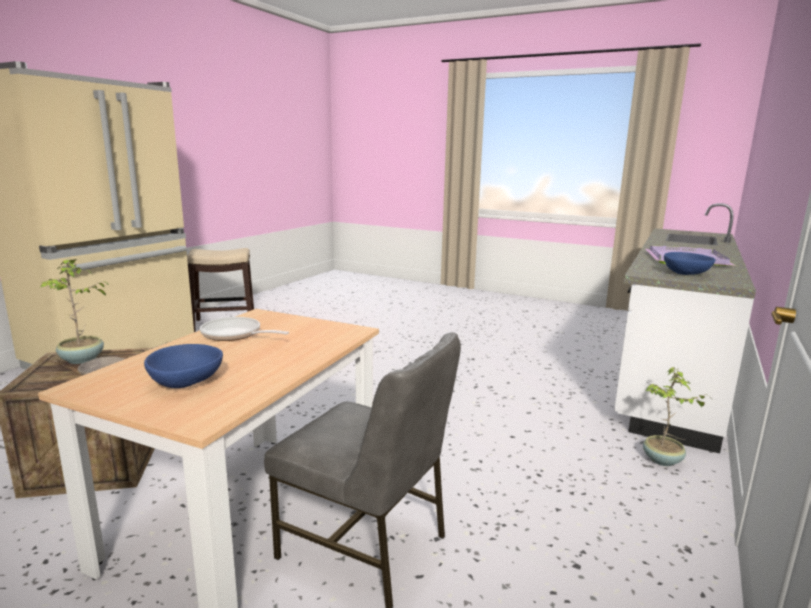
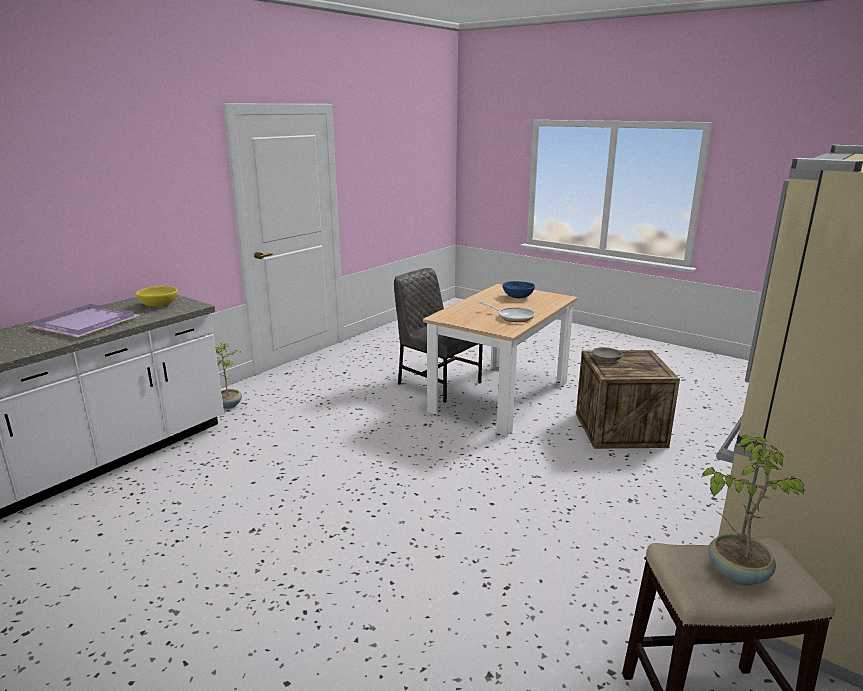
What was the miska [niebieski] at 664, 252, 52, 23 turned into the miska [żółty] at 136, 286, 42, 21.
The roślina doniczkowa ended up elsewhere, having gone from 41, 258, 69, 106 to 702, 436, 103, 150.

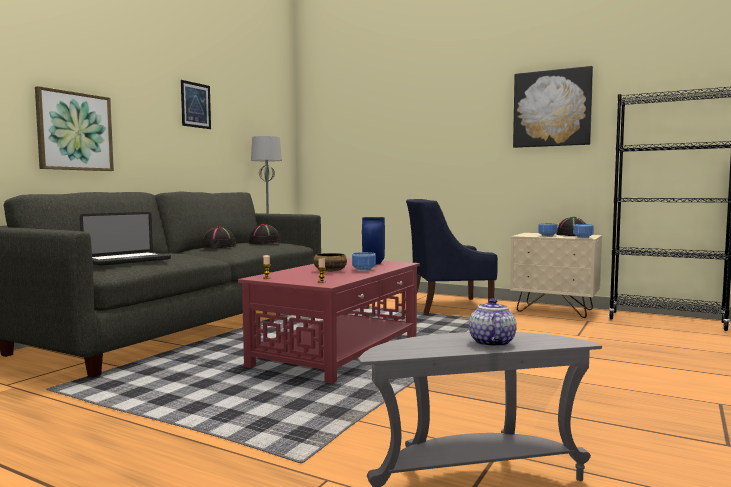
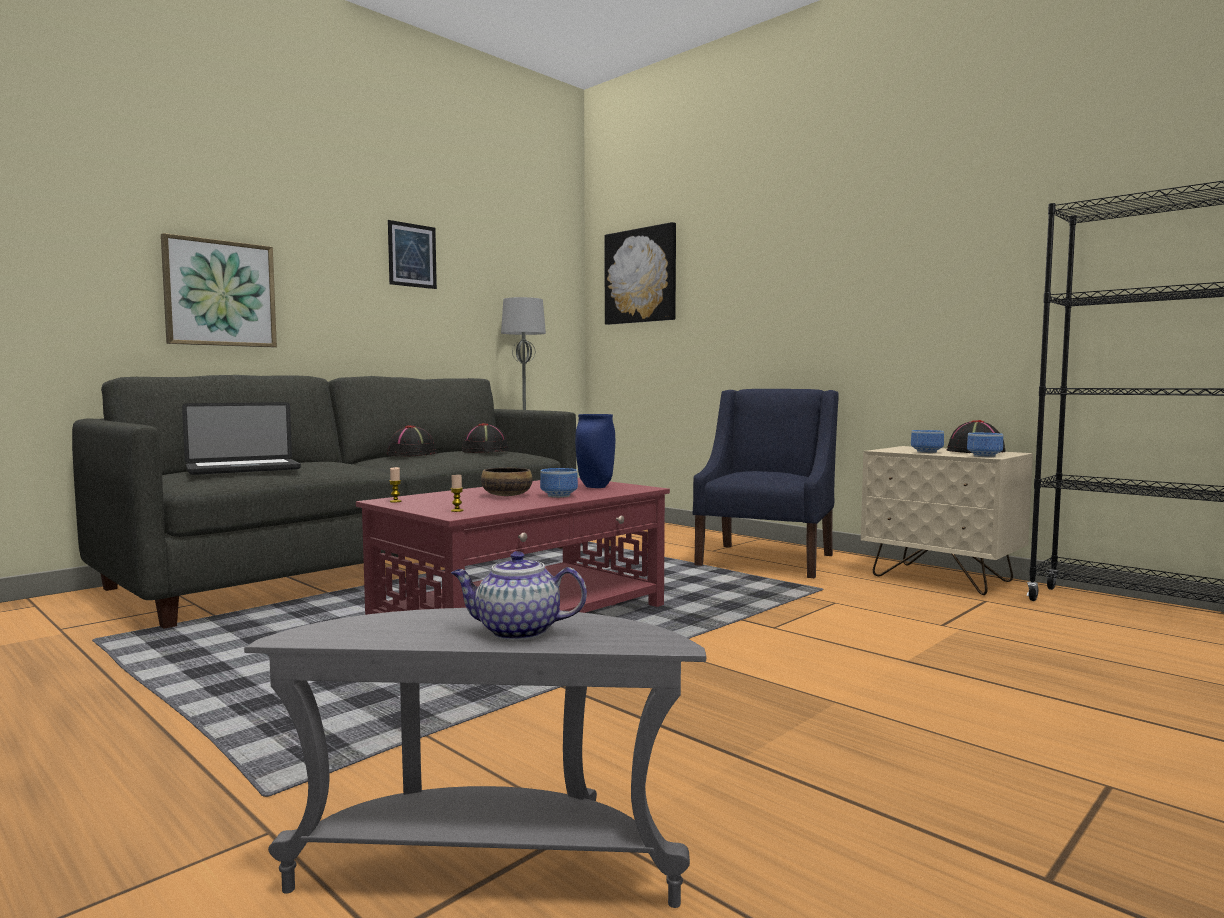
The imbryk at 469, 298, 48, 49 ended up facing another way, 105 degrees counterclockwise from before.
The obraz ended up elsewhere, having gone from 513, 66, 80, 82 to 605, 222, 71, 103.
The fotel [niebieski] at 406, 199, 92, 115 ended up facing another way, 105 degrees clockwise from before.

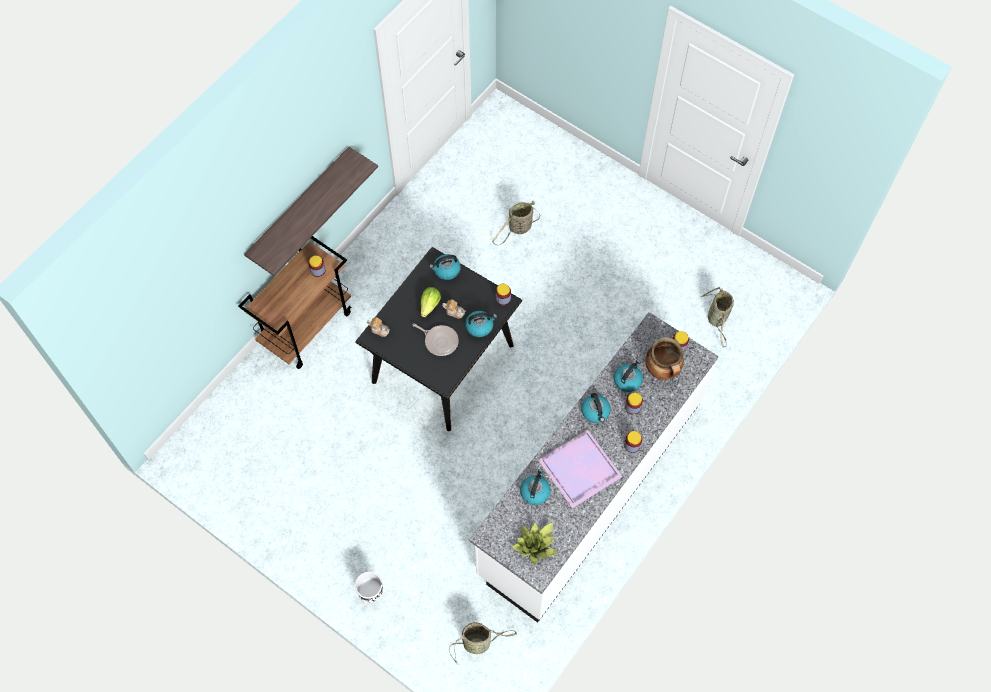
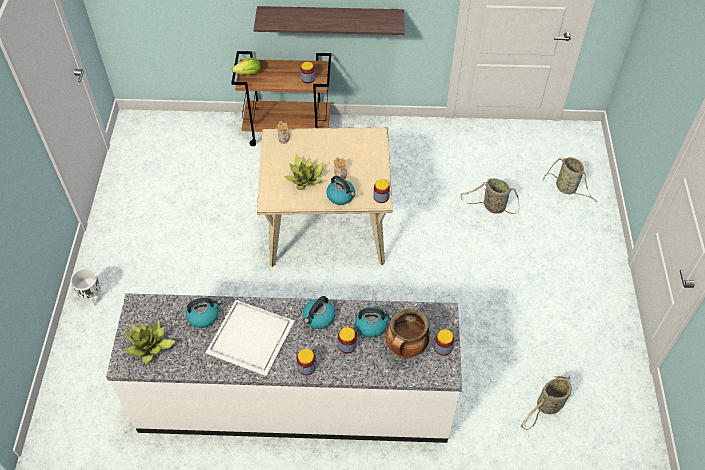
What was the taca [fioletowy] at 538, 429, 84, 79 turned into the taca [biały] at 206, 300, 89, 76.
The sałata ended up elsewhere, having gone from 420, 287, 21, 30 to 232, 58, 29, 17.
What was the stół jadalny [czarny] at 355, 247, 167, 184 turned into the stół jadalny [beżowy] at 257, 127, 136, 140.
Where the patelnia stood at 413, 323, 46, 33, the roślina doniczkowa came to stand at 284, 154, 40, 36.
The koszyk ended up elsewhere, having gone from 449, 622, 68, 42 to 543, 157, 54, 45.
The second view lost the czajnik at 429, 254, 32, 26.

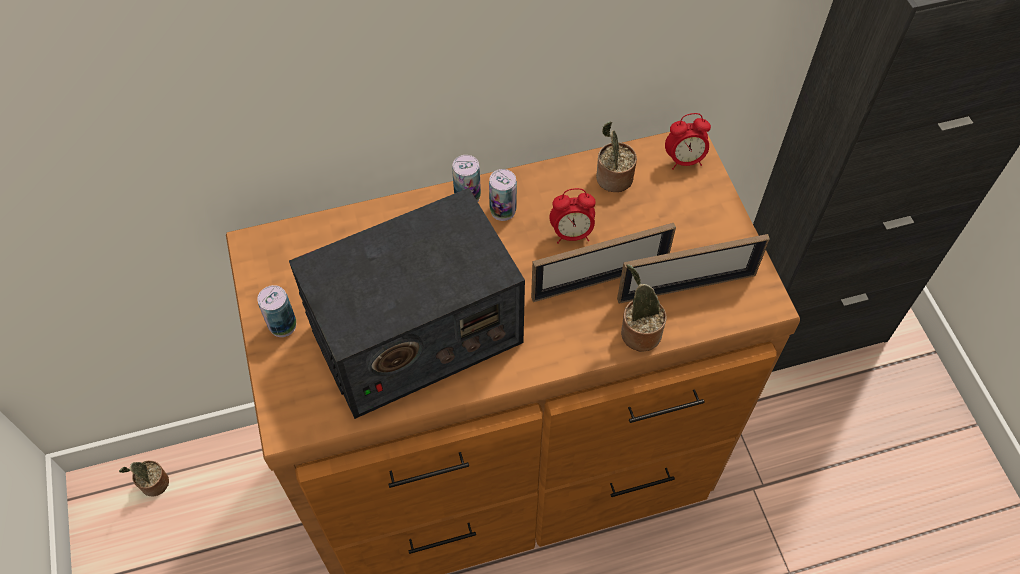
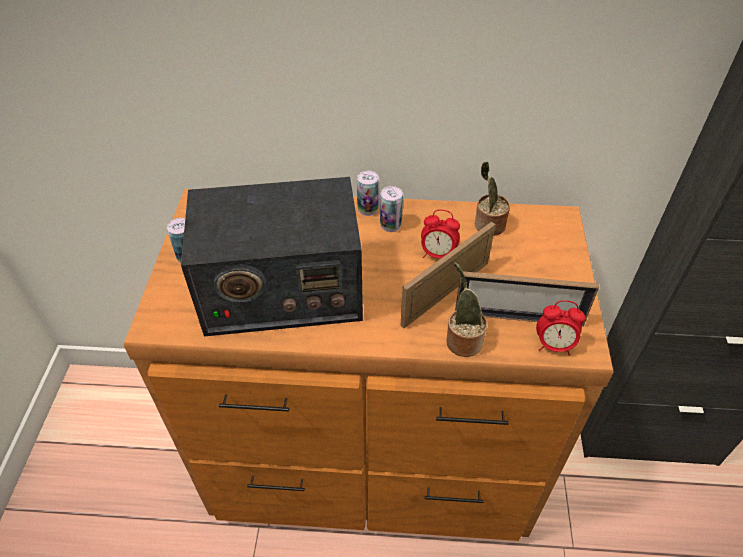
The ramka na zdjęcie at 531, 223, 145, 79 ended up facing another way, 135 degrees clockwise from before.
The budzik ended up elsewhere, having gone from 665, 113, 46, 57 to 536, 300, 49, 56.
The second view lost the roślina doniczkowa at 119, 460, 50, 37.

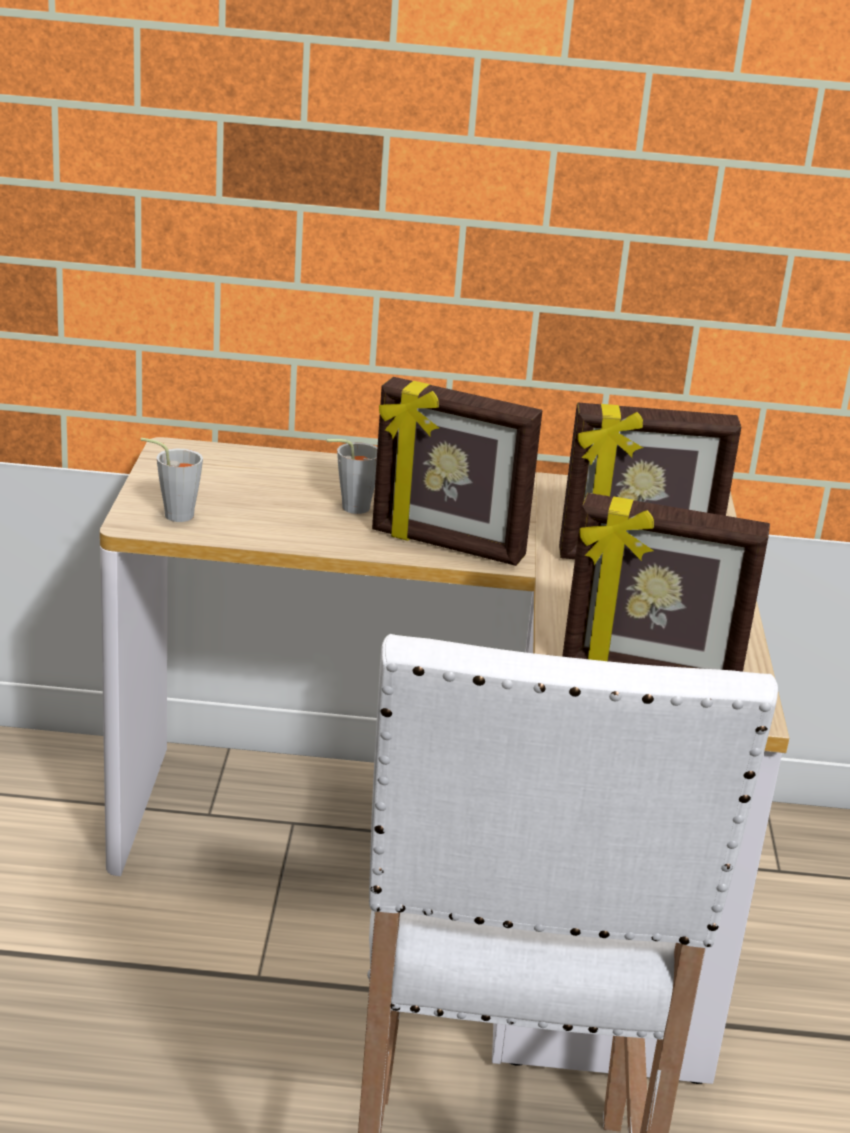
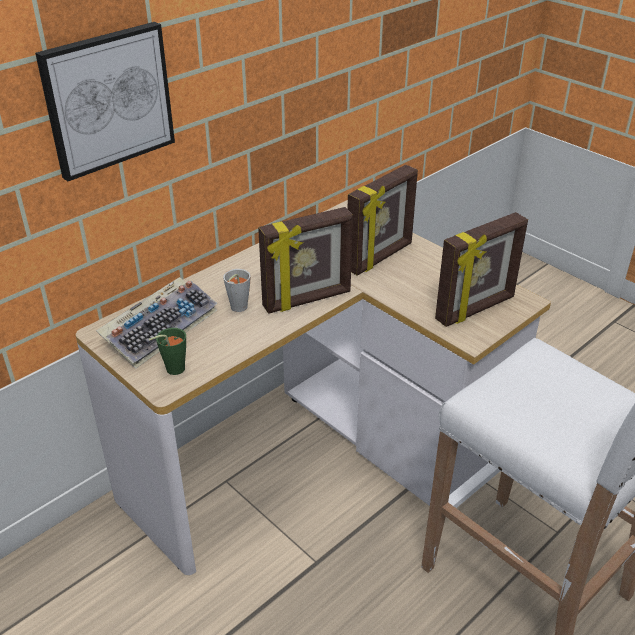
The second view gained the obraz at 35, 22, 140, 159.
The second view gained the klawiatura at 96, 277, 121, 91.
What was the filiżanka [szary] at 141, 438, 62, 84 turned into the filiżanka [zielony] at 149, 328, 37, 47.

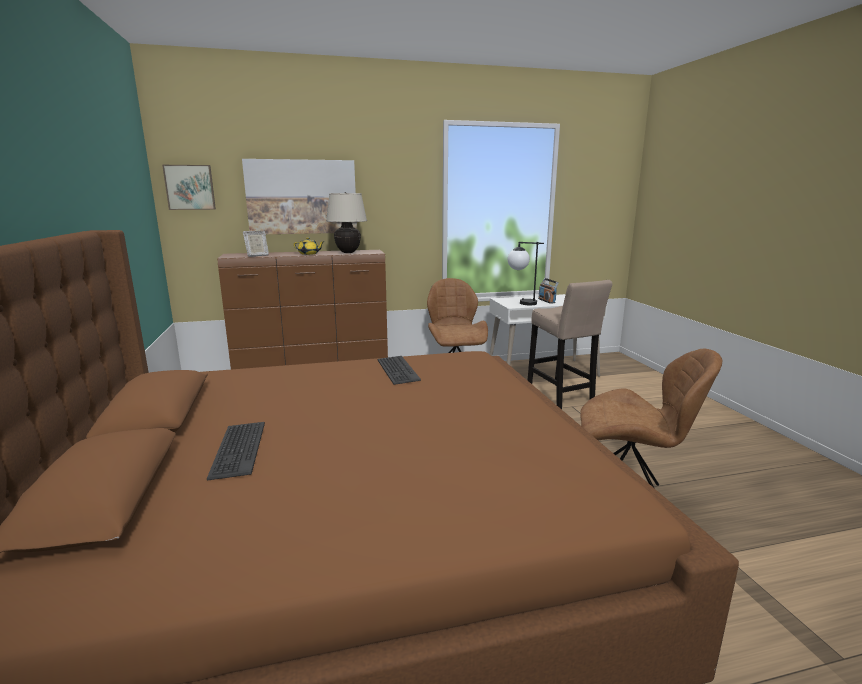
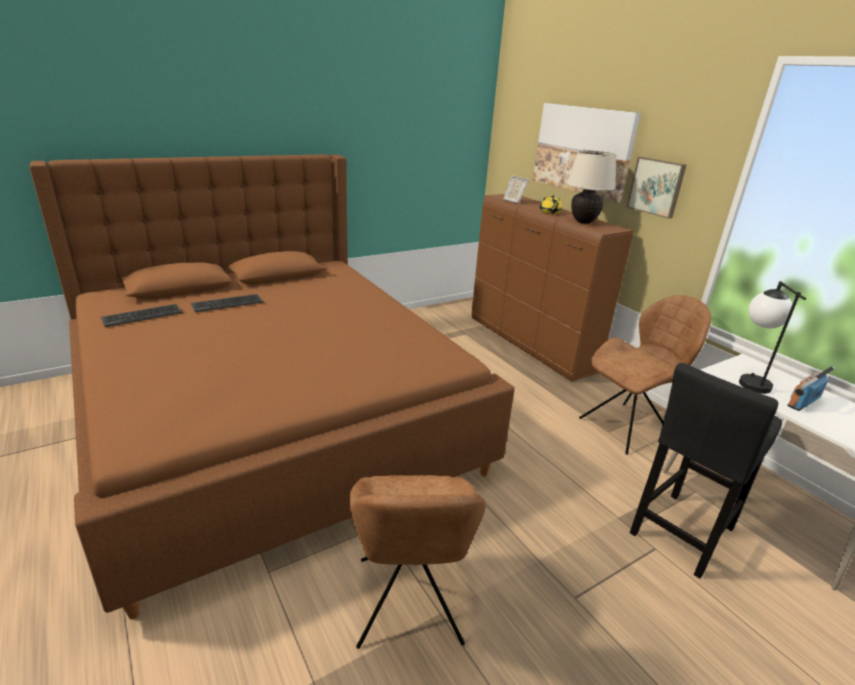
The klawiatura ended up elsewhere, having gone from 378, 356, 43, 29 to 101, 304, 82, 23.
The obraz ended up elsewhere, having gone from 162, 165, 54, 45 to 627, 157, 59, 62.
What was the stołek [beżowy] at 528, 280, 84, 129 turned into the stołek [czarny] at 630, 363, 152, 216.

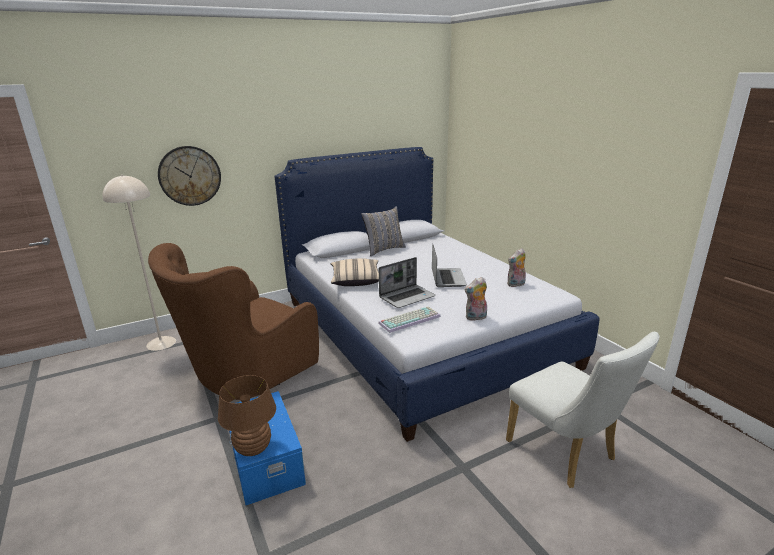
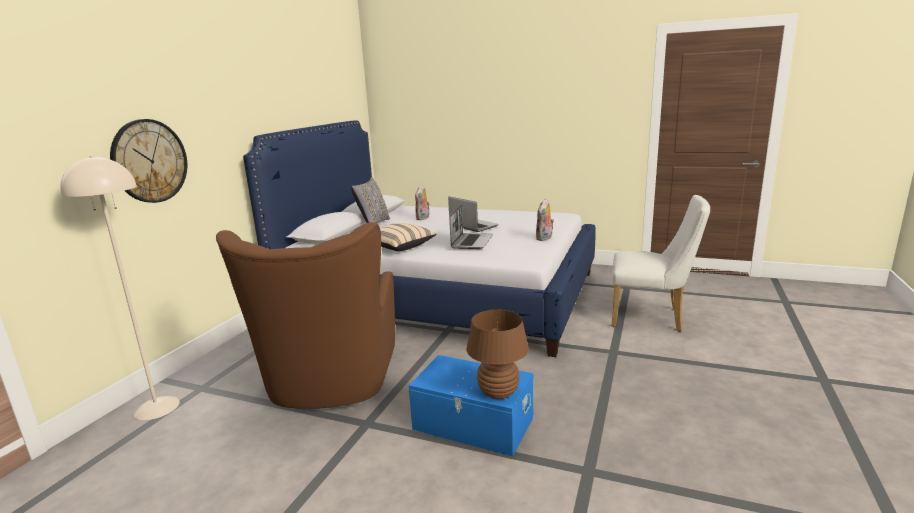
The pluszak ended up elsewhere, having gone from 507, 248, 19, 39 to 415, 185, 15, 35.
The second view lost the klawiatura at 378, 307, 63, 26.

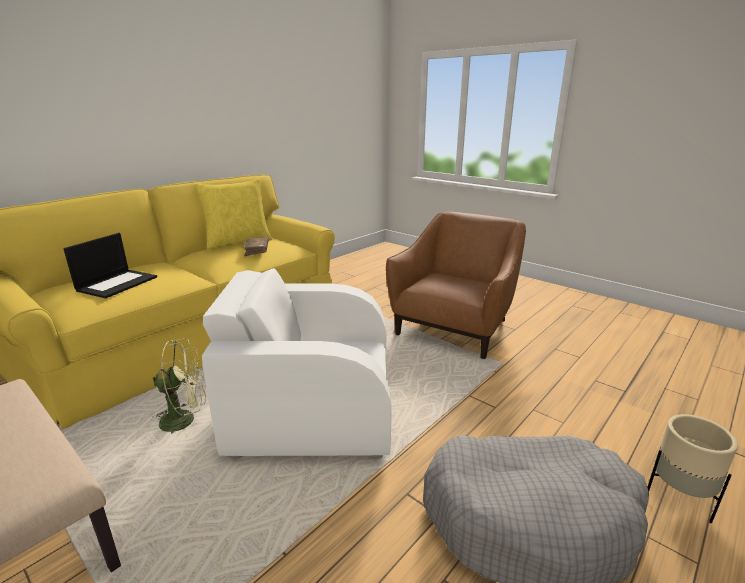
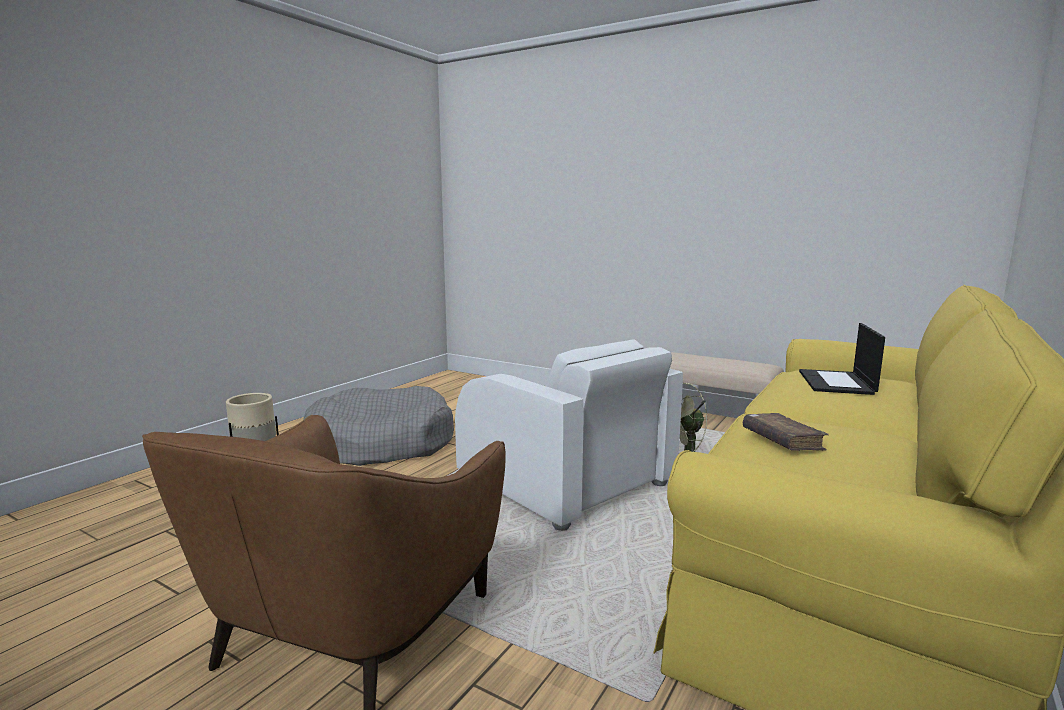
The fotel [biały] at 202, 268, 190, 192 ended up facing another way, 60 degrees clockwise from before.
The second view lost the poduszka [żółty] at 194, 178, 78, 71.

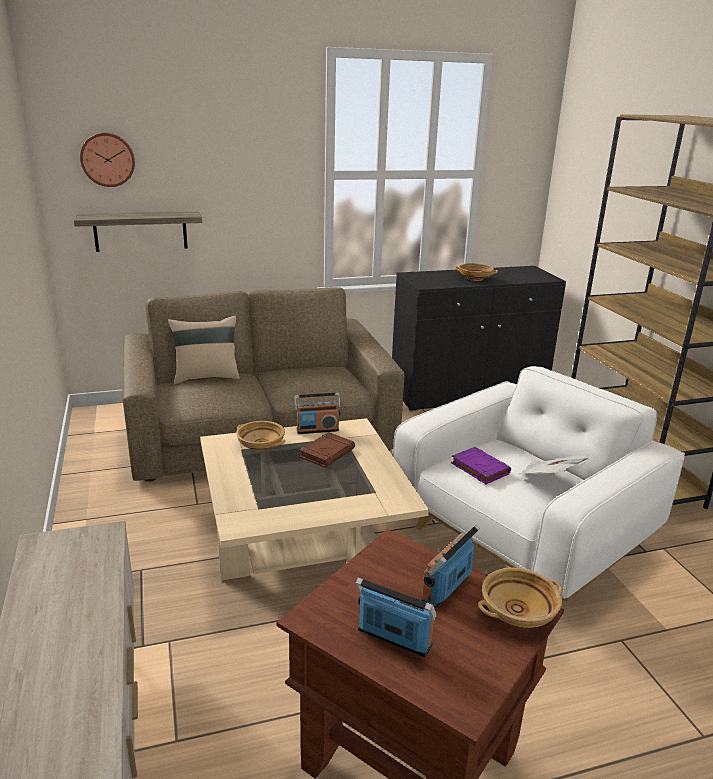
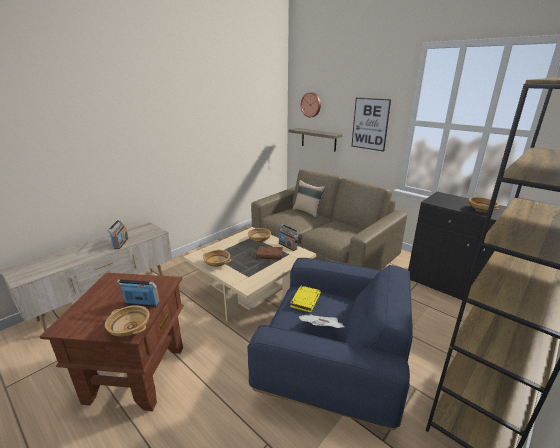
The radio ended up elsewhere, having gone from 355, 578, 82, 79 to 108, 220, 20, 29.
The second view gained the miska [beżowy] at 203, 250, 28, 17.
What was the fotel [biały] at 393, 366, 292, 235 turned into the fotel [niebieski] at 247, 258, 166, 172.
What was the książka [fioletowy] at 451, 447, 60, 37 turned into the książka [żółty] at 290, 286, 31, 26.
The second view gained the obraz at 352, 98, 39, 53.

